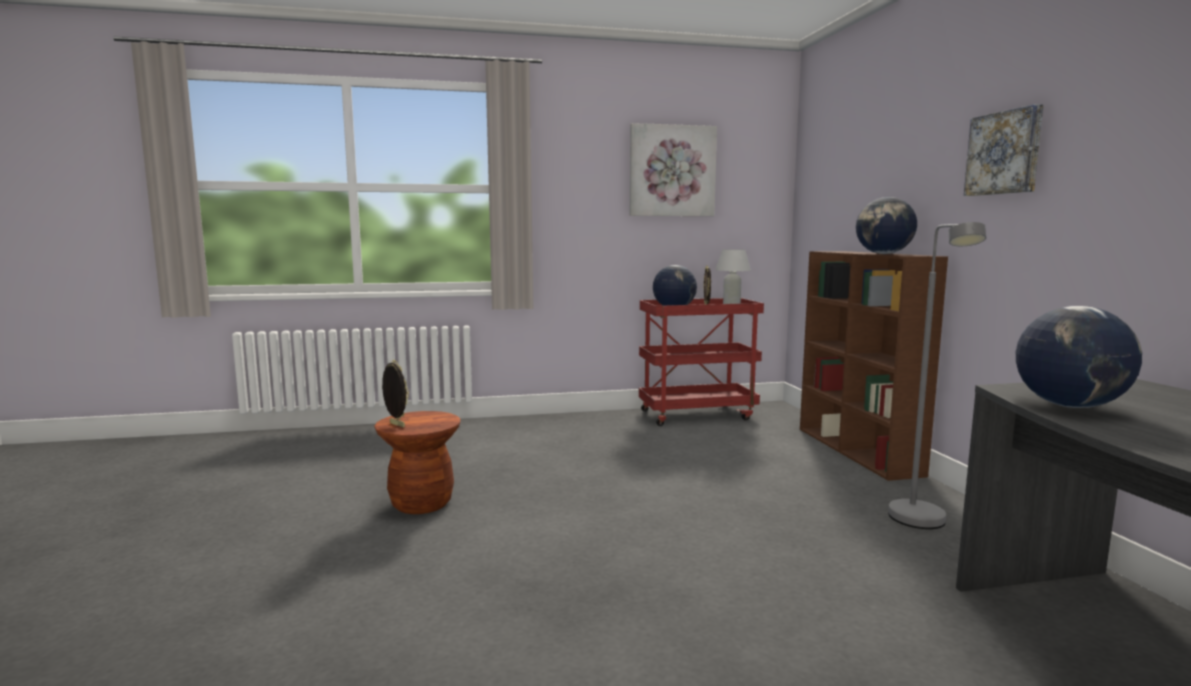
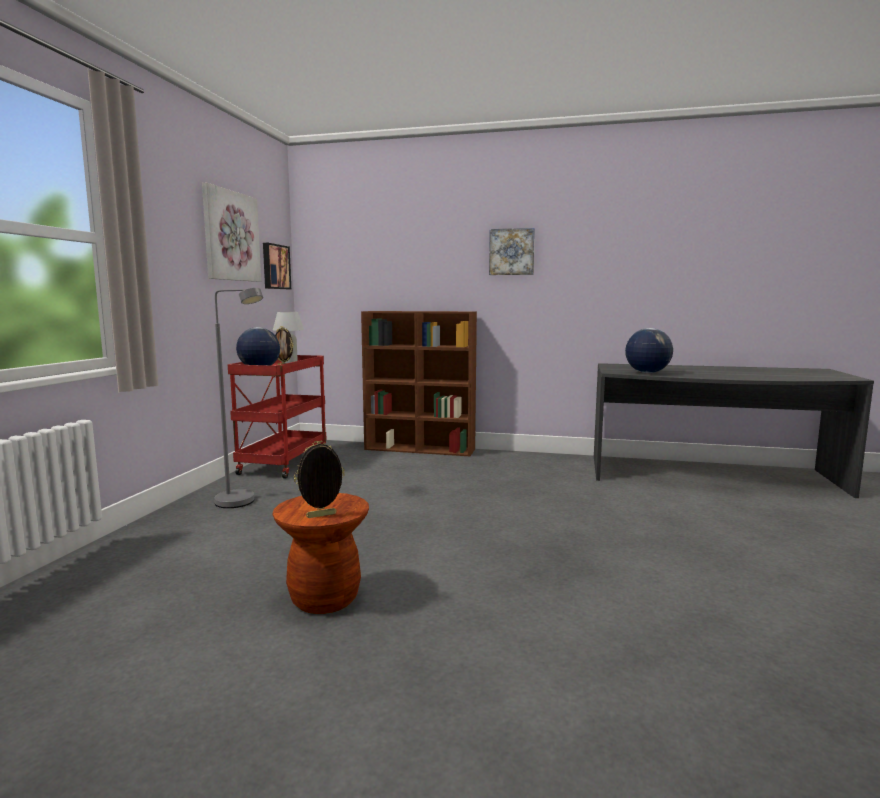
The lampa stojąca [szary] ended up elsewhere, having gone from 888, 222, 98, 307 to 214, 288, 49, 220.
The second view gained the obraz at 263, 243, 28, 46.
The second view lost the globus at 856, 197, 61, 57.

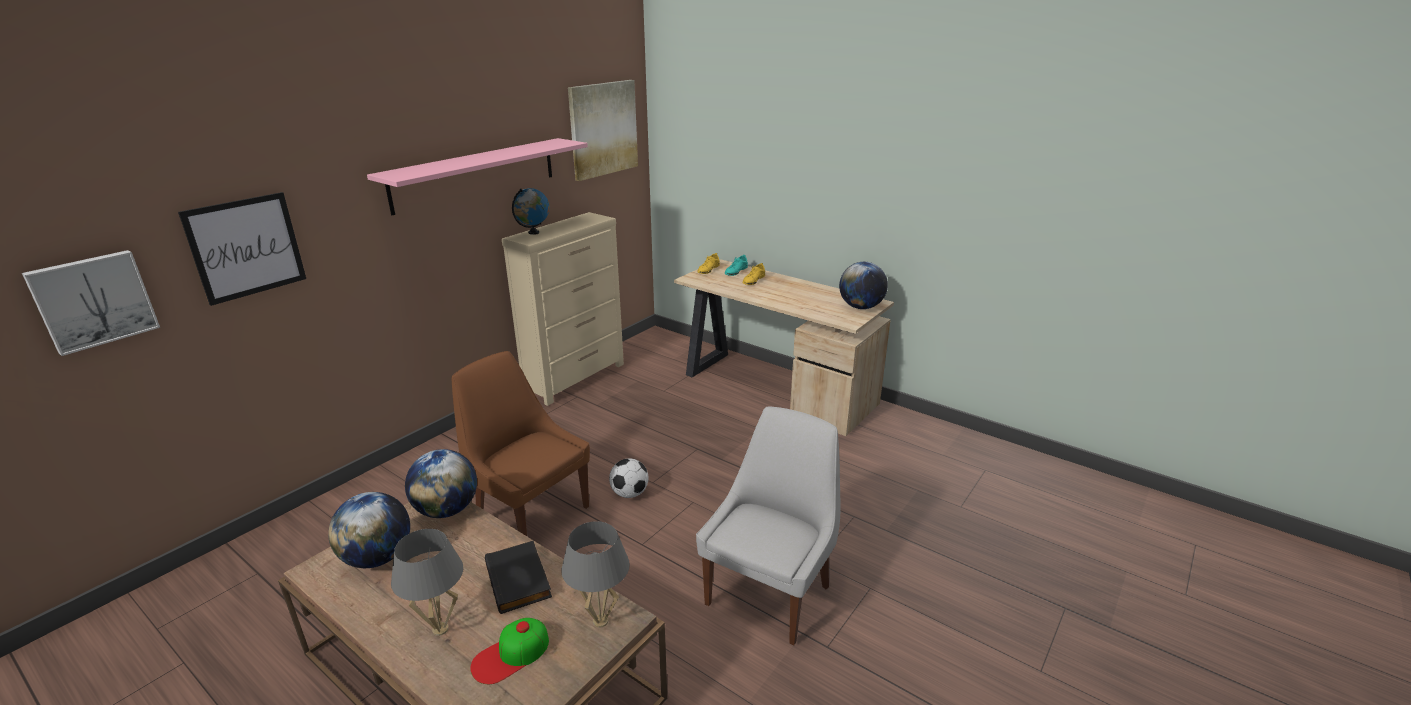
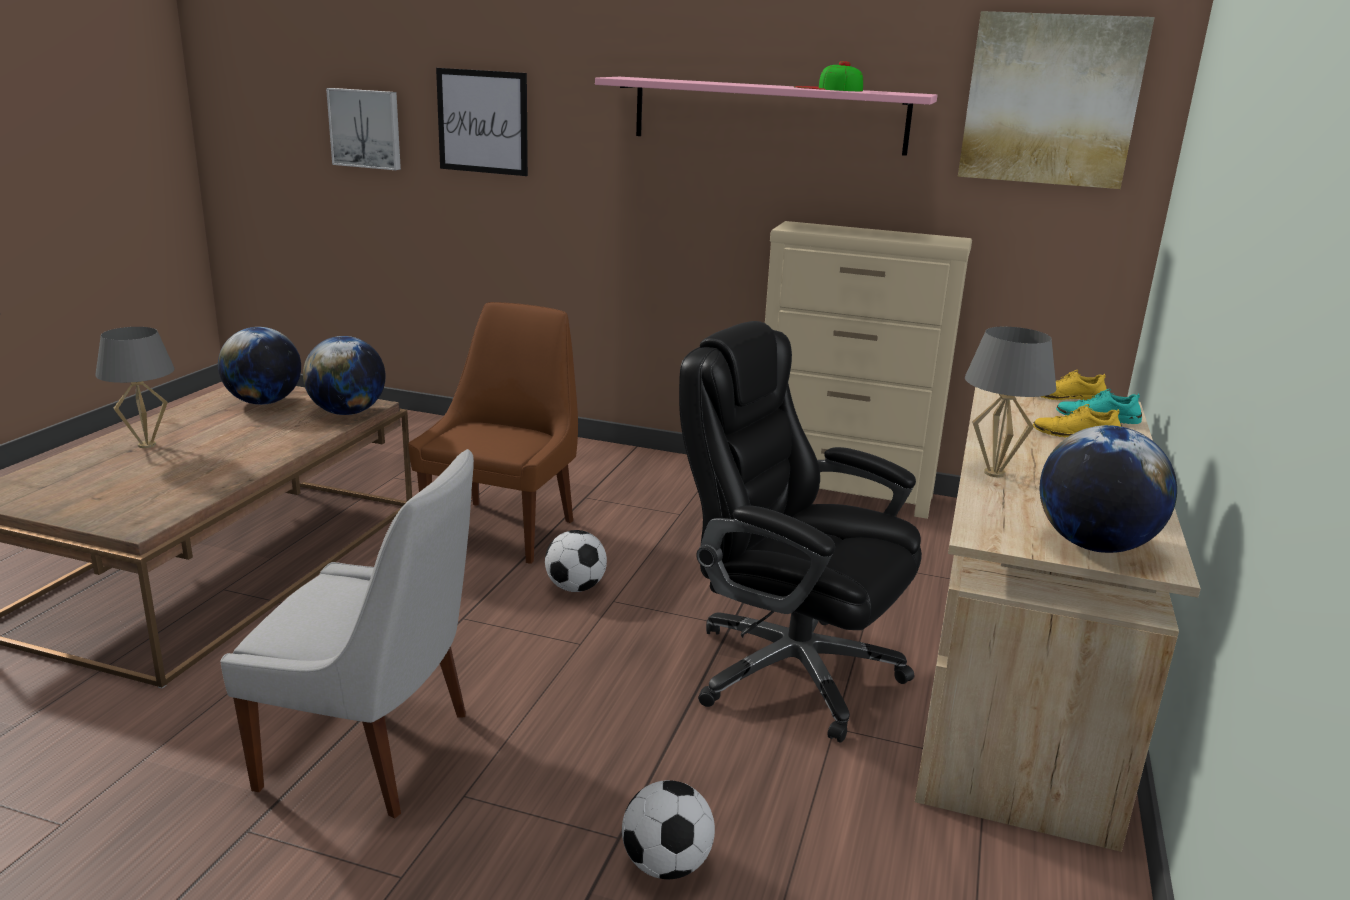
The second view gained the piłka futbolowa at 622, 780, 93, 99.
The second view gained the krzesło biurowe [czarny] at 679, 321, 243, 422.
The czapka z daszkiem ended up elsewhere, having gone from 470, 618, 79, 66 to 794, 61, 69, 30.
The lampa stołowa [szary] ended up elsewhere, having gone from 562, 521, 68, 107 to 965, 327, 91, 150.
The second view lost the książka [czarny] at 485, 541, 67, 73.
The second view lost the globus at 512, 188, 37, 47.

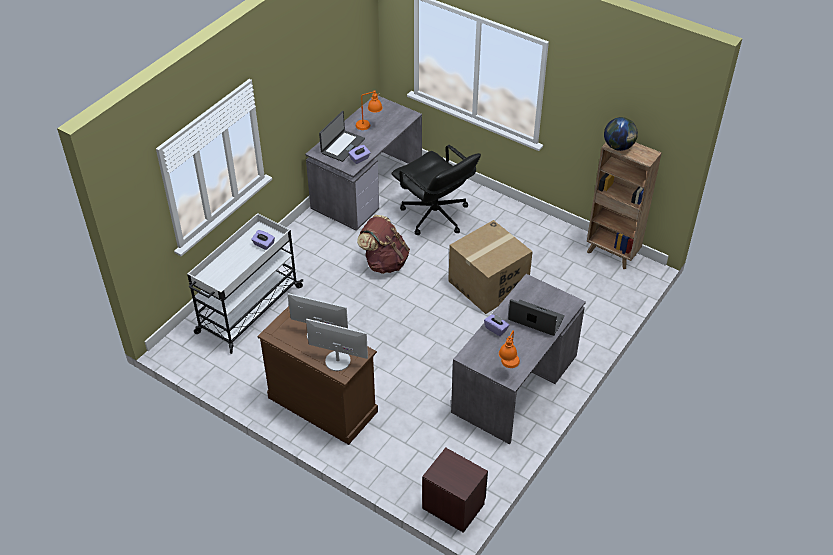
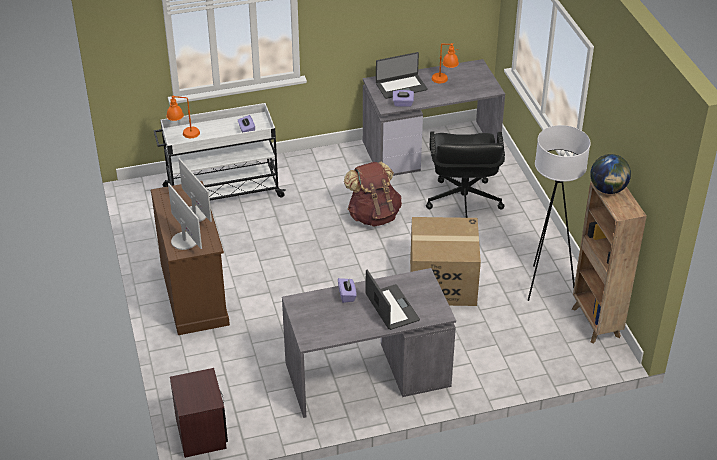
The lampa stołowa [pomarańczowy] ended up elsewhere, having gone from 499, 331, 21, 37 to 166, 96, 34, 42.
The second view gained the lampa stojąca [biały] at 528, 125, 63, 176.

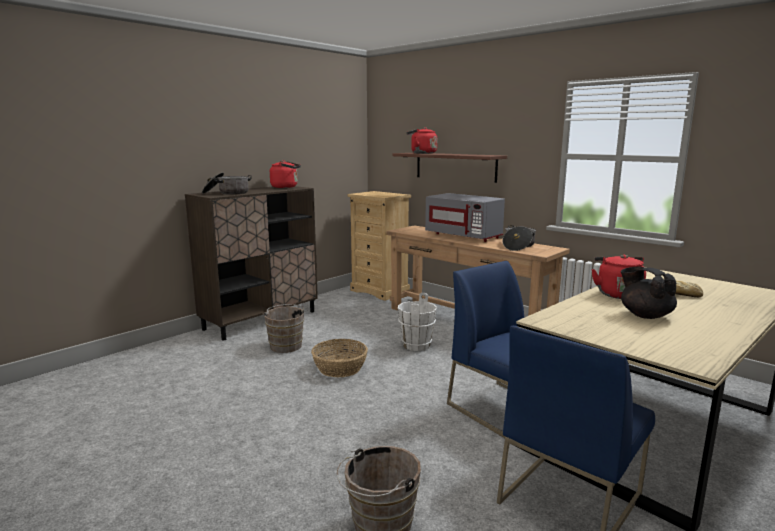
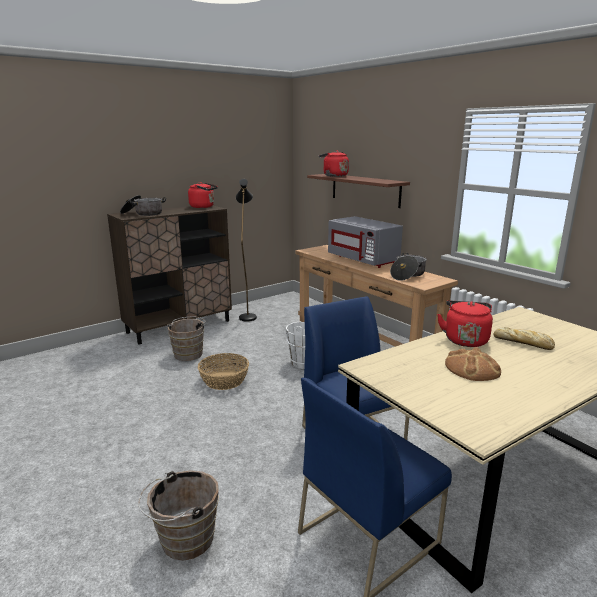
The second view gained the lampa stojąca [czarny] at 236, 179, 21, 143.
Where the imbryk [czarny] stood at 621, 267, 56, 52, the chleb came to stand at 445, 347, 56, 34.
The second view lost the komoda [beżowy] at 348, 191, 63, 110.

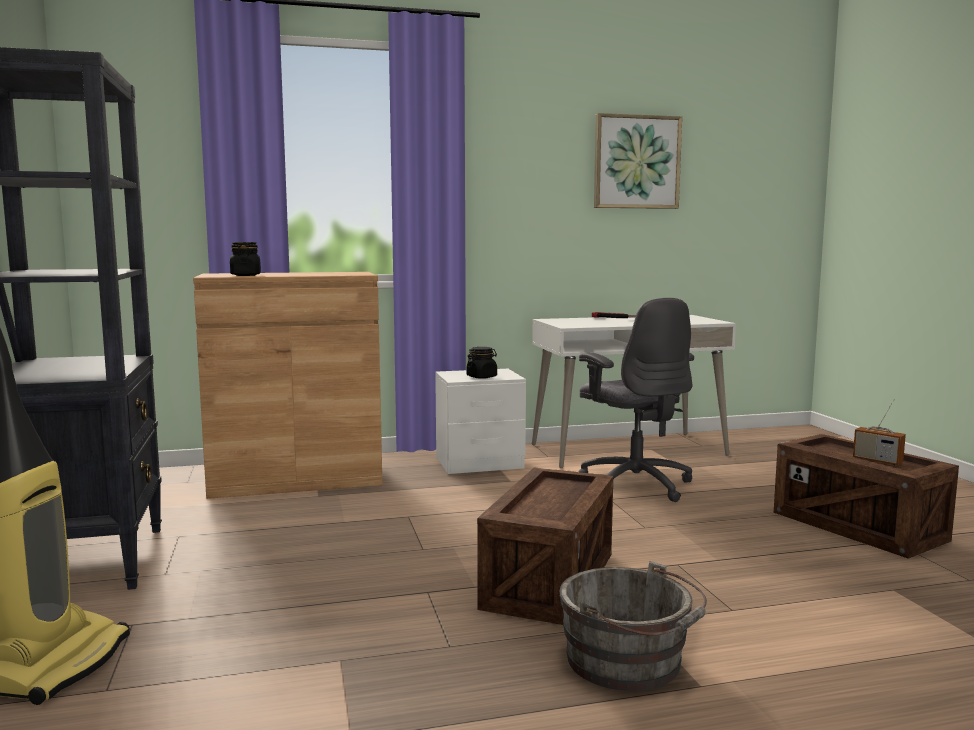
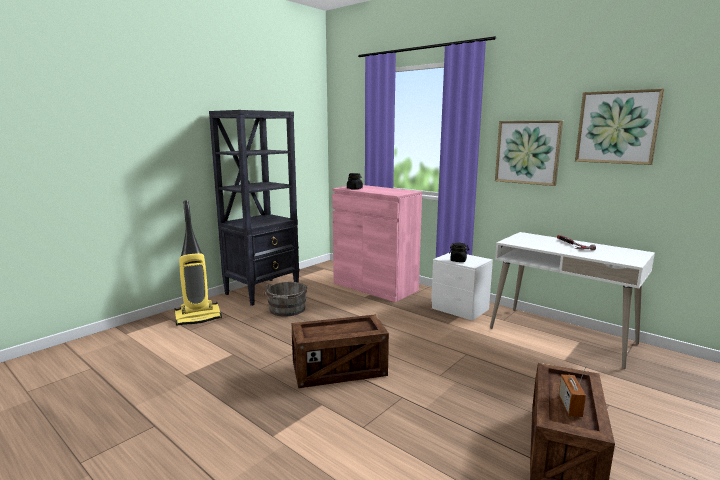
The wiadro [szary] ended up elsewhere, having gone from 559, 561, 148, 130 to 264, 282, 43, 35.
What was the szafka [brązowy] at 193, 272, 189, 227 turned into the szafka [różowy] at 332, 185, 90, 117.
The second view gained the obraz at 495, 120, 68, 66.
The second view lost the krzesło biurowe [szary] at 579, 298, 115, 204.

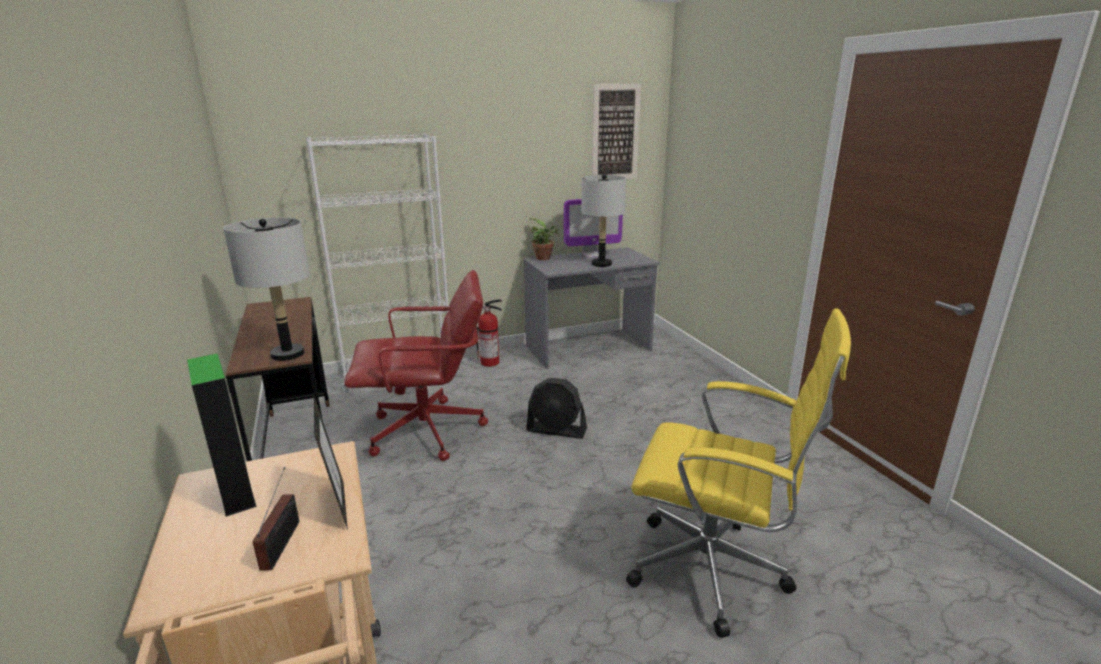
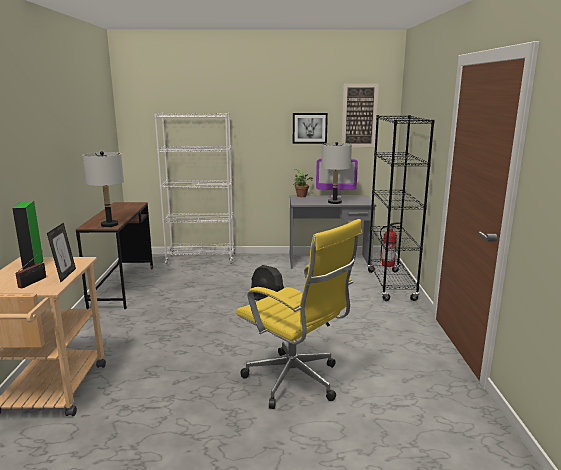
The second view gained the obraz at 293, 113, 35, 31.
The second view gained the regał [czarny] at 367, 115, 68, 186.
The gaśnica ended up elsewhere, having gone from 476, 299, 26, 68 to 380, 222, 20, 45.
The second view lost the krzesło biurowe [czerwony] at 344, 270, 144, 191.

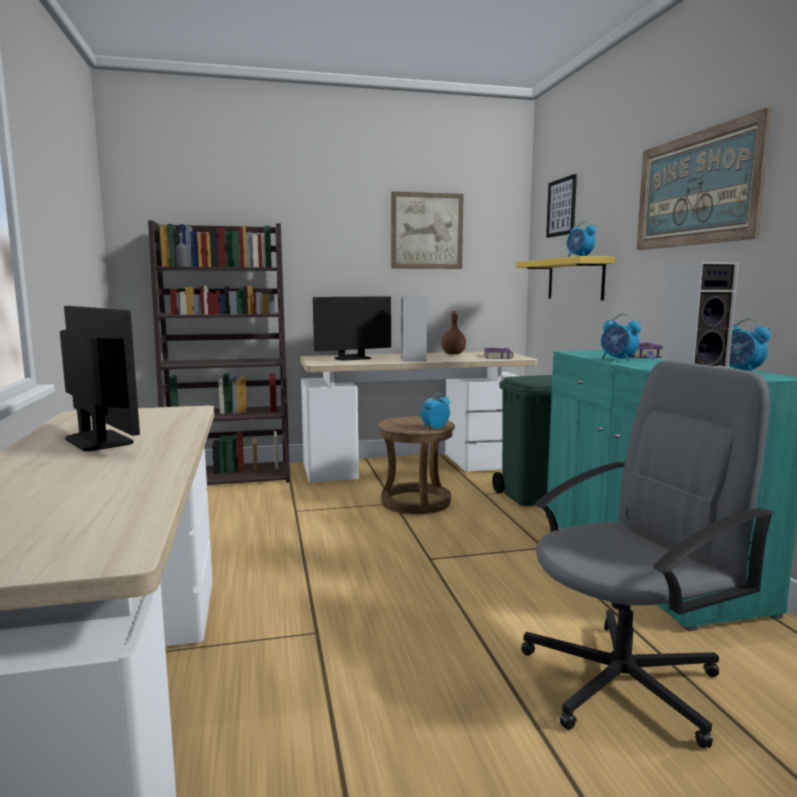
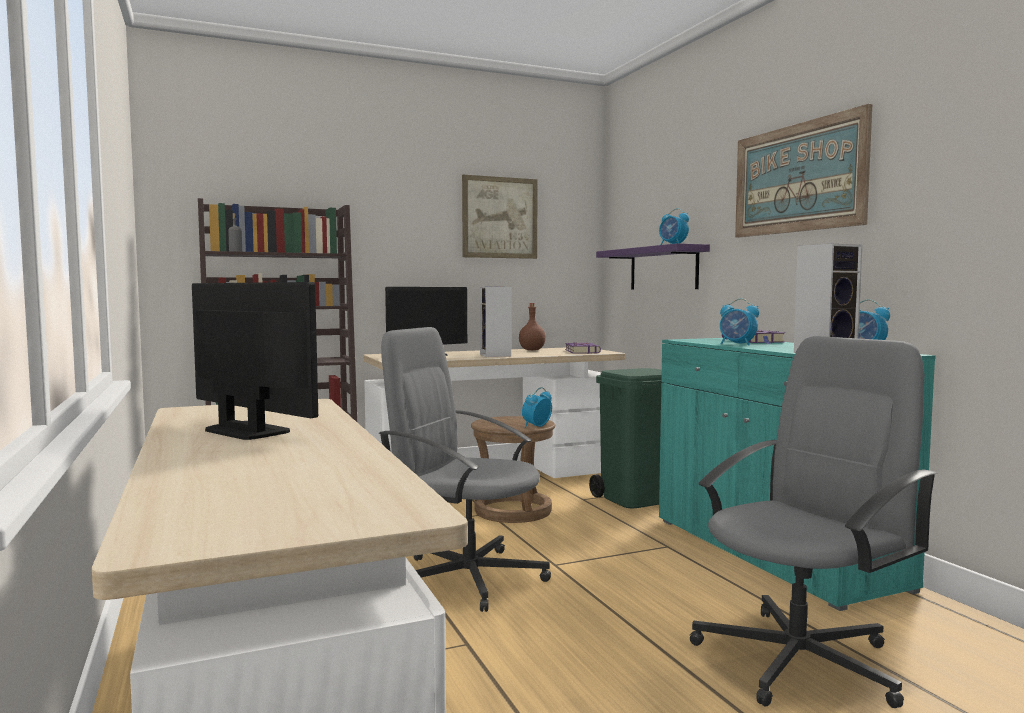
The second view gained the krzesło biurowe [szary] at 378, 327, 173, 285.
What was the półka [żółty] at 516, 256, 99, 44 turned into the półka [fioletowy] at 596, 243, 114, 46.
The second view lost the obraz at 546, 174, 31, 64.

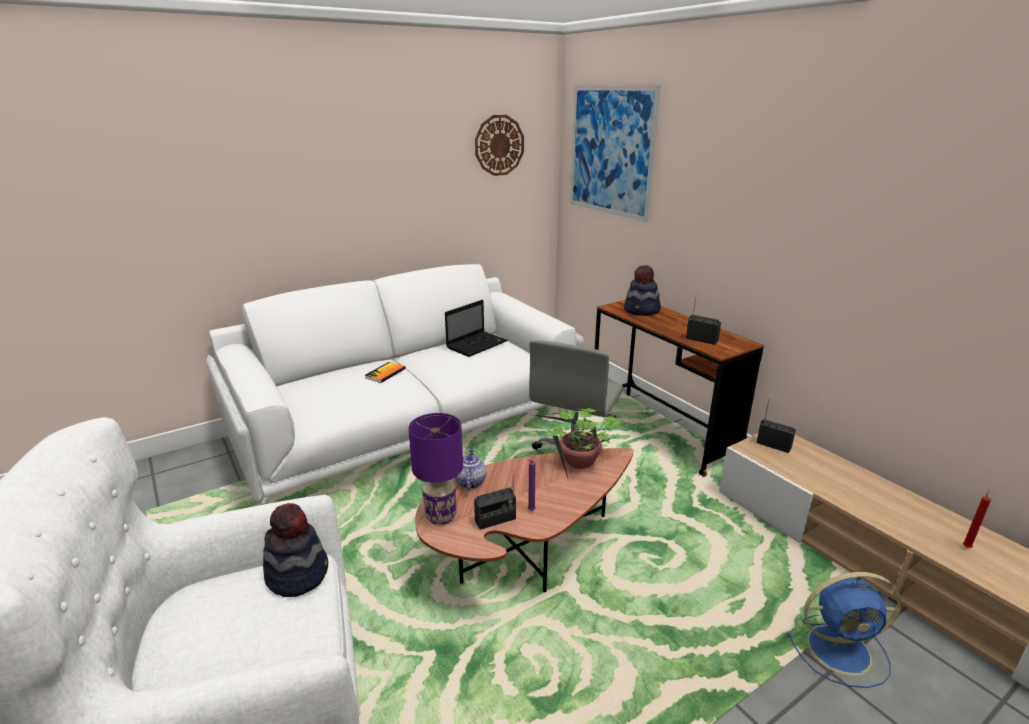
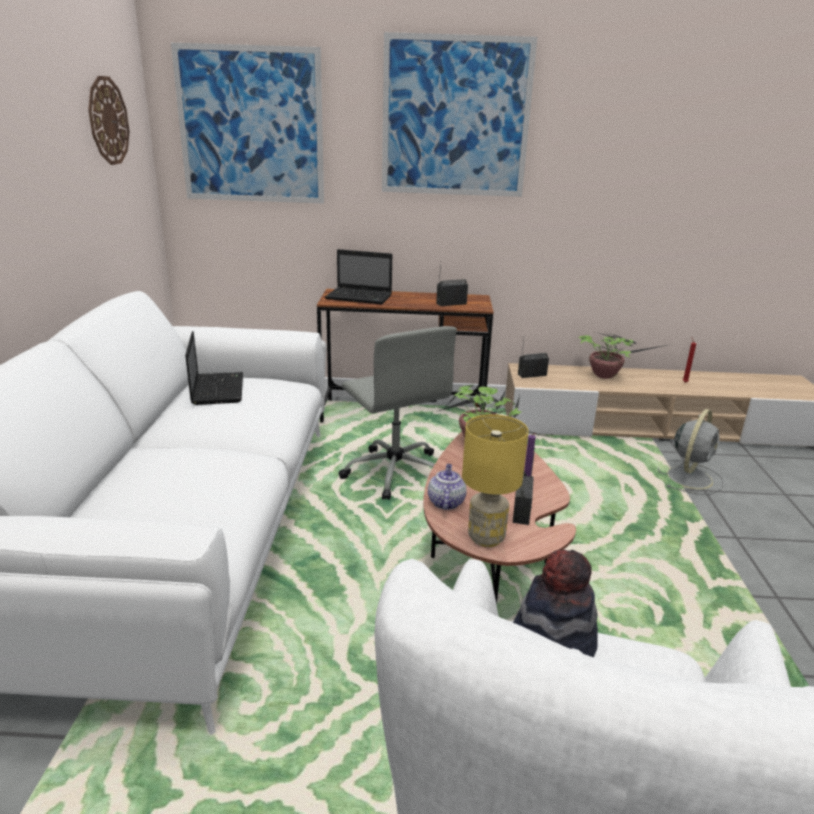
Where the kapelusz stood at 624, 265, 37, 51, the laptop came to stand at 325, 249, 67, 55.
The second view gained the obraz at 382, 32, 155, 165.
The imbryk at 455, 448, 31, 42 ended up facing another way, 60 degrees clockwise from before.
What was the lampa stołowa [fioletowy] at 408, 413, 55, 112 turned into the lampa stołowa [żółty] at 462, 414, 66, 133.
The second view gained the roślina doniczkowa at 579, 332, 88, 47.
What was the wentylator [niebieski] at 786, 572, 116, 116 turned into the wentylator [szary] at 658, 409, 66, 86.
The second view lost the książka at 365, 362, 41, 21.

